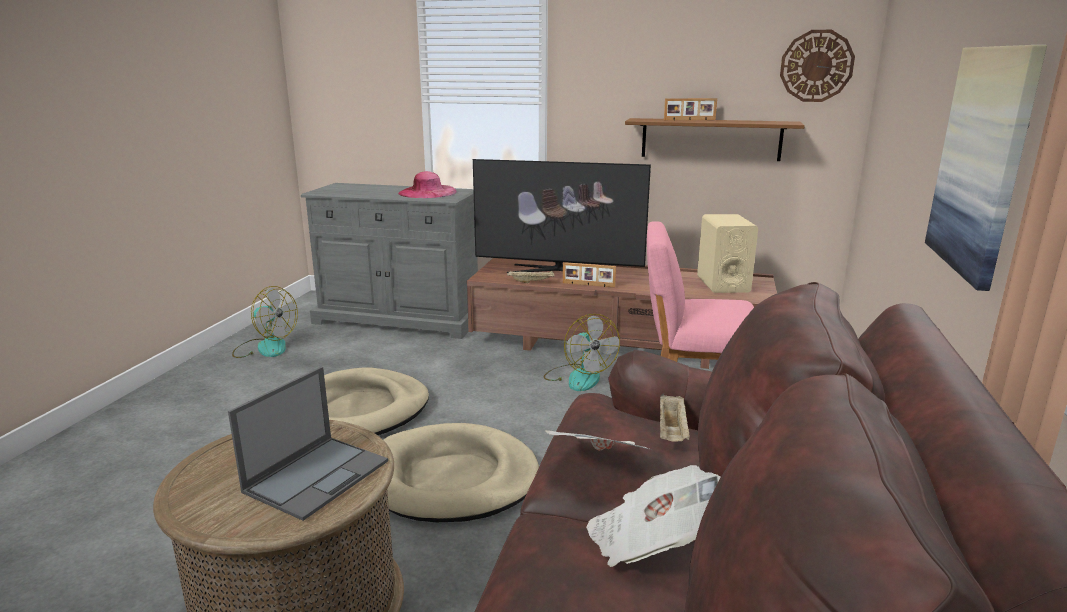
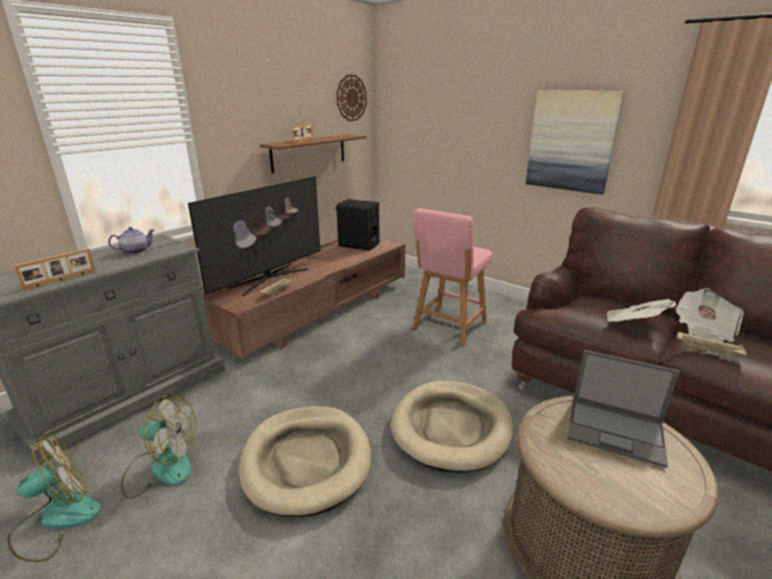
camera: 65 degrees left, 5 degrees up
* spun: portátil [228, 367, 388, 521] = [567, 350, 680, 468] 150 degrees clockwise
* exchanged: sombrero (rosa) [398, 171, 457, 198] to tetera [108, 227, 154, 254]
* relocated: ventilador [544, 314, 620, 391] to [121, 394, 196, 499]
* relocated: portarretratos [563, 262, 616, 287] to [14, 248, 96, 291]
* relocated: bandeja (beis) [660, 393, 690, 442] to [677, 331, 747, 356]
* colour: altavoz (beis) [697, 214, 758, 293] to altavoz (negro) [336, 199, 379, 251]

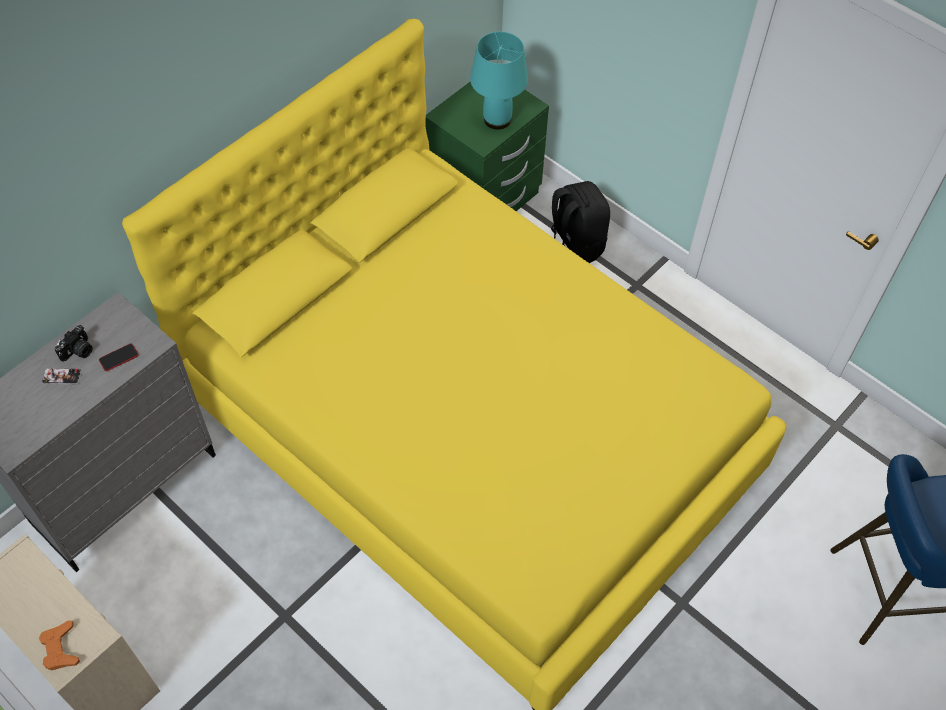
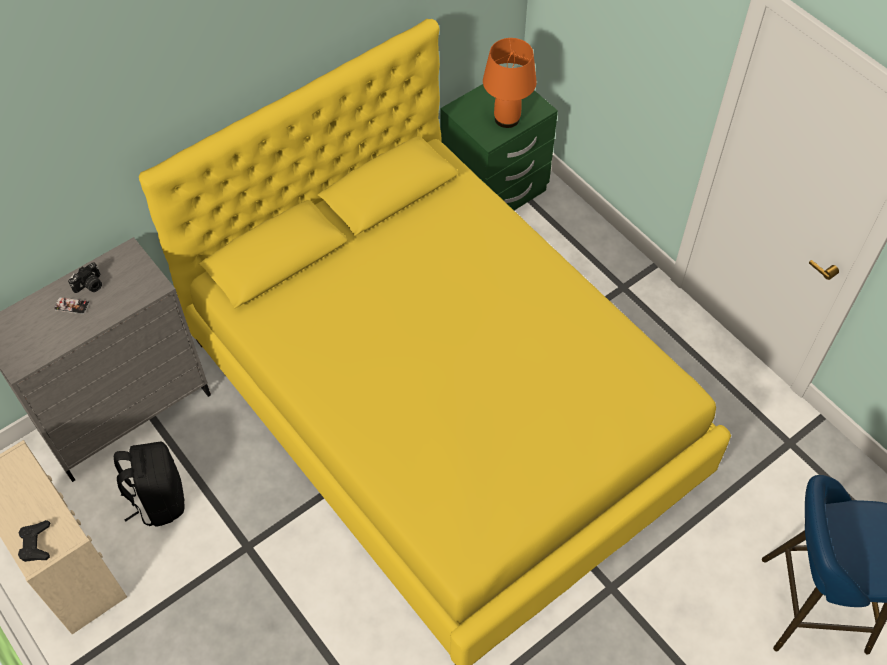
camera: 10 degrees right, 0 degrees up
* colour: mando de consola (naranja) [39, 621, 80, 671] to mando de consola (negro) [18, 520, 50, 562]
* missing: móvil [99, 343, 139, 371]
* colour: lámpara de mesa (turquesa) [470, 32, 528, 130] to lámpara de mesa (naranja) [483, 38, 537, 128]
* relocated: mochila (negro) [551, 181, 610, 263] to [114, 442, 185, 527]

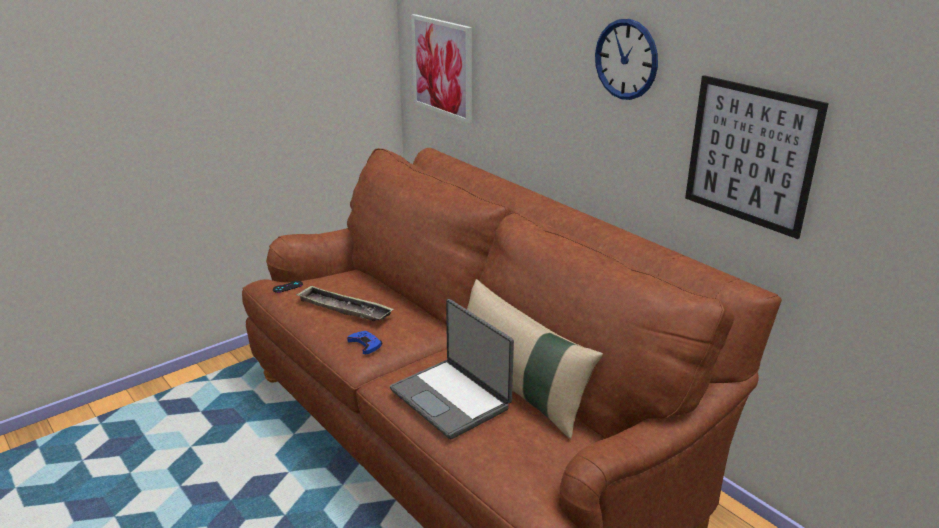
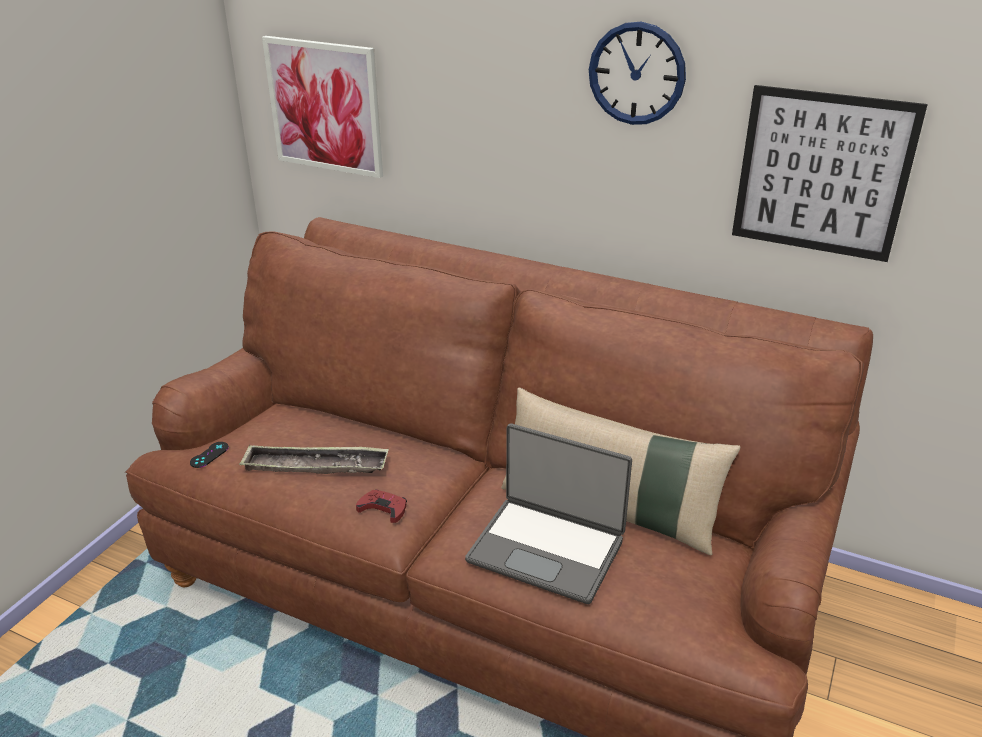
camera: 25 degrees left, 5 degrees up
* colour: mando de consola (azul) [347, 331, 382, 354] to mando de consola (rojo) [356, 490, 407, 523]

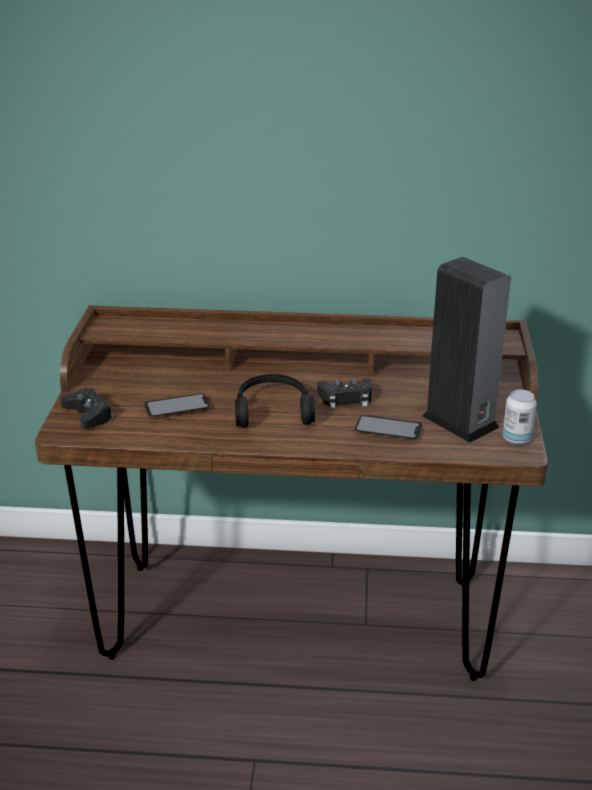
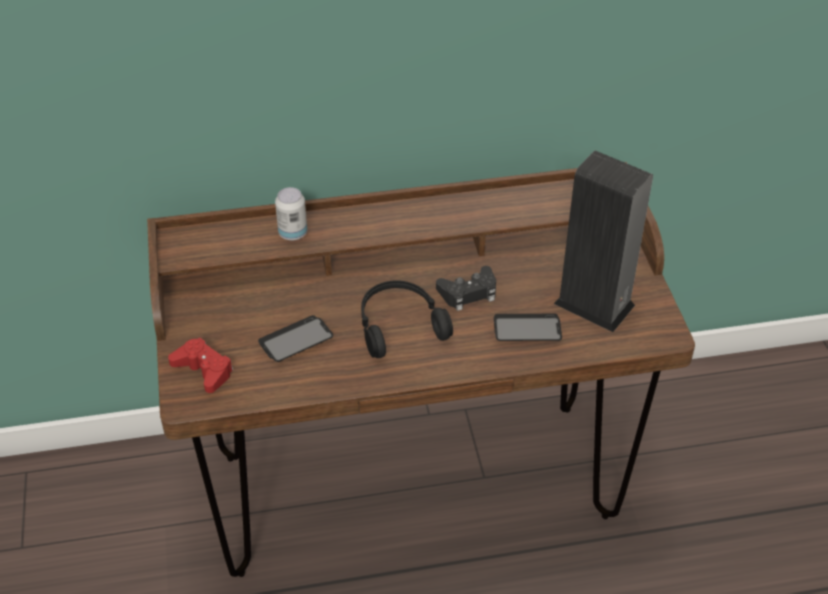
camera: 15 degrees left, 15 degrees up
* colour: mando de consola (negro) [61, 388, 113, 429] to mando de consola (rojo) [168, 338, 233, 393]
* relocated: lata [503, 389, 537, 445] to [275, 187, 307, 240]

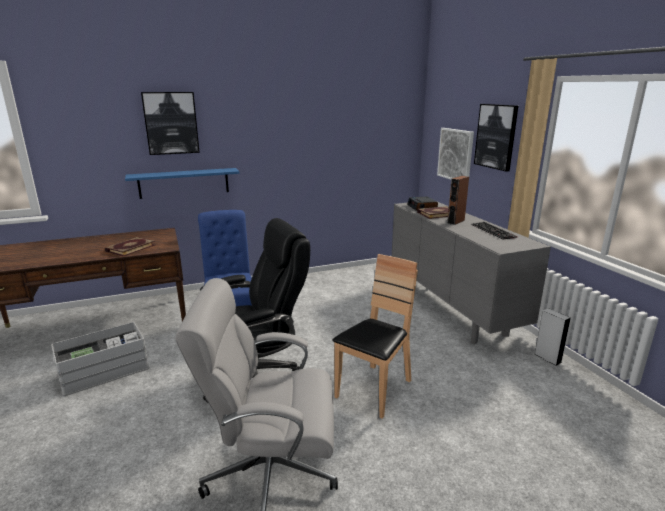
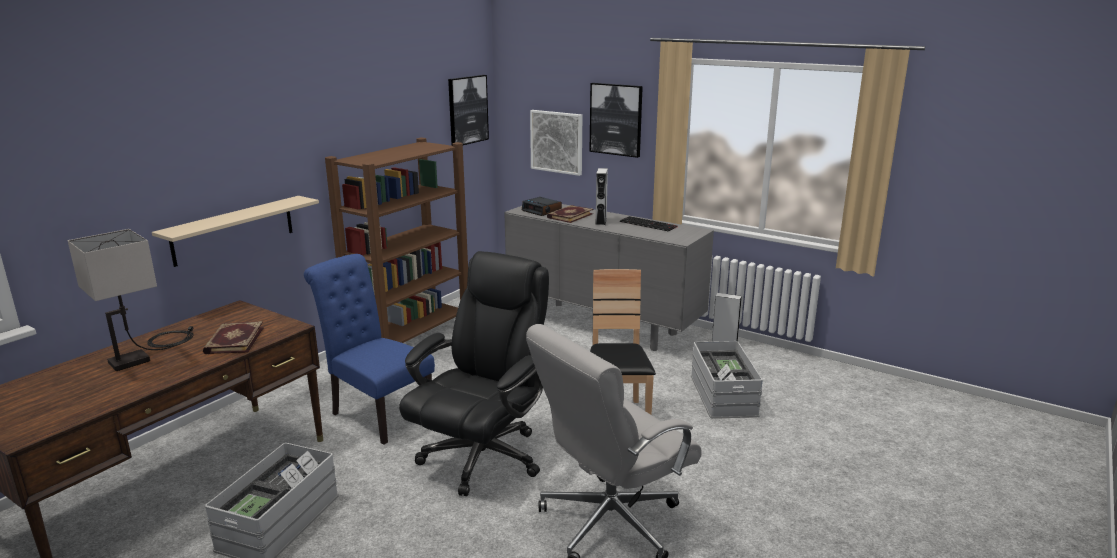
camera: 35 degrees left, 0 degrees up
* colour: estante (azul) [125, 168, 240, 199] to estante (beis) [152, 196, 319, 267]
* relocated: cuadro [141, 92, 200, 155] to [448, 75, 489, 146]
* colour: altavoz (marrón) [447, 176, 469, 225] to altavoz (gris) [595, 168, 608, 225]
* appeared: lámpara de mesa [68, 229, 194, 371]
* appeared: estantería (marrón) [325, 137, 468, 343]
* appeared: caja de almacenaje (gris) [691, 341, 763, 419]

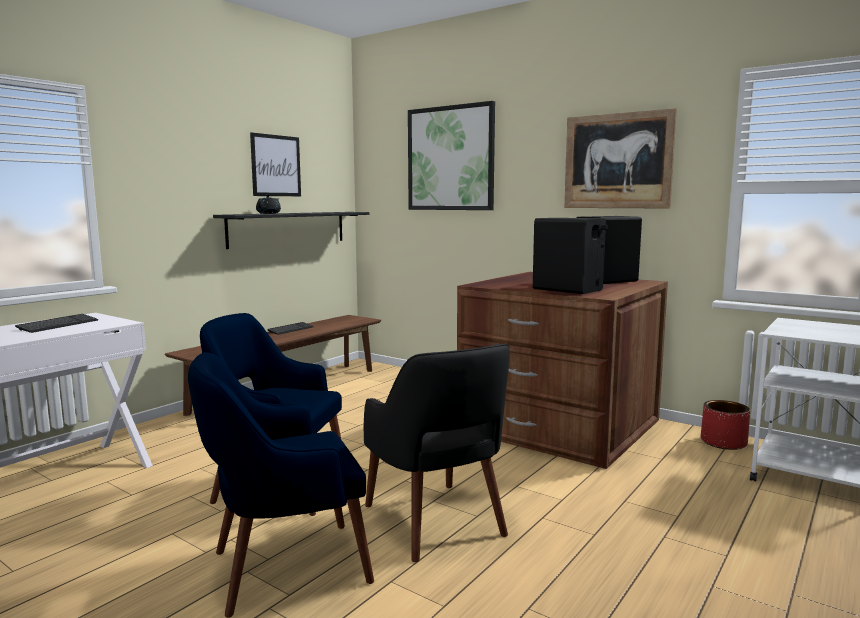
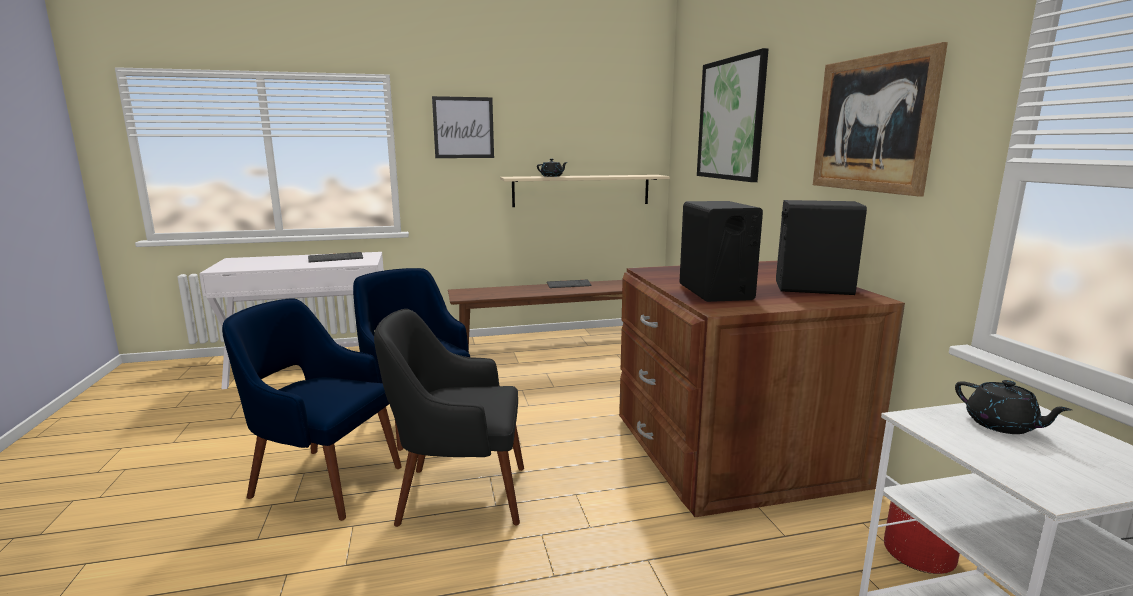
camera: 40 degrees right, 5 degrees up
* colour: estante (negro) [213, 212, 369, 249] to estante (beis) [500, 175, 670, 207]
* relocated: cuadro [250, 132, 301, 196] to [432, 96, 494, 158]
* spun: sillón (negro) [364, 344, 510, 562] = [374, 309, 524, 527] 75 degrees clockwise
* appeared: tetera (negro) [955, 380, 1072, 434]

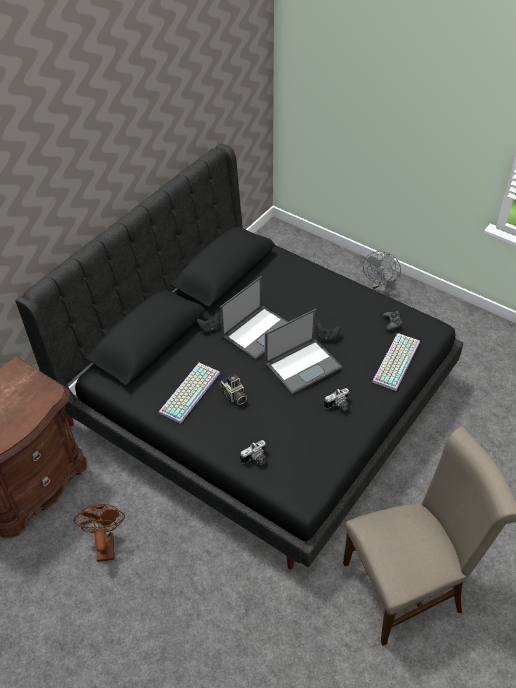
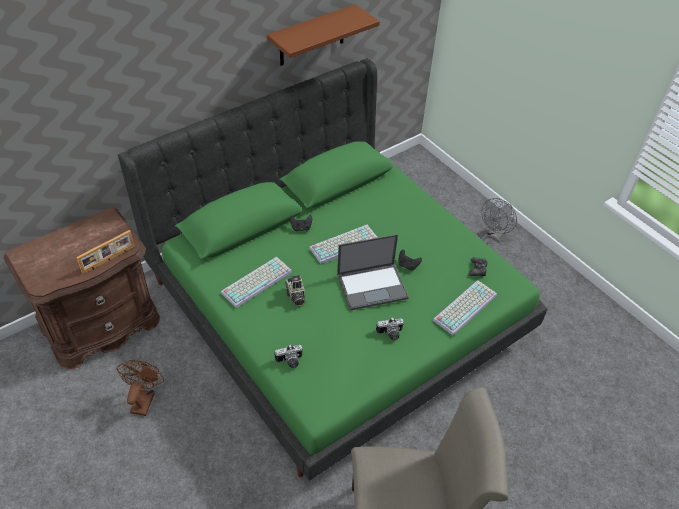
camera: 15 degrees right, 0 degrees up
* colour: cama (negro) [15, 143, 463, 570] to cama (verde) [118, 58, 548, 480]
* exchanged: portátil [220, 276, 288, 360] to teclado [309, 225, 378, 264]
* appeared: portarretratos [76, 230, 135, 274]
* appeared: estante (marrón) [267, 4, 380, 66]

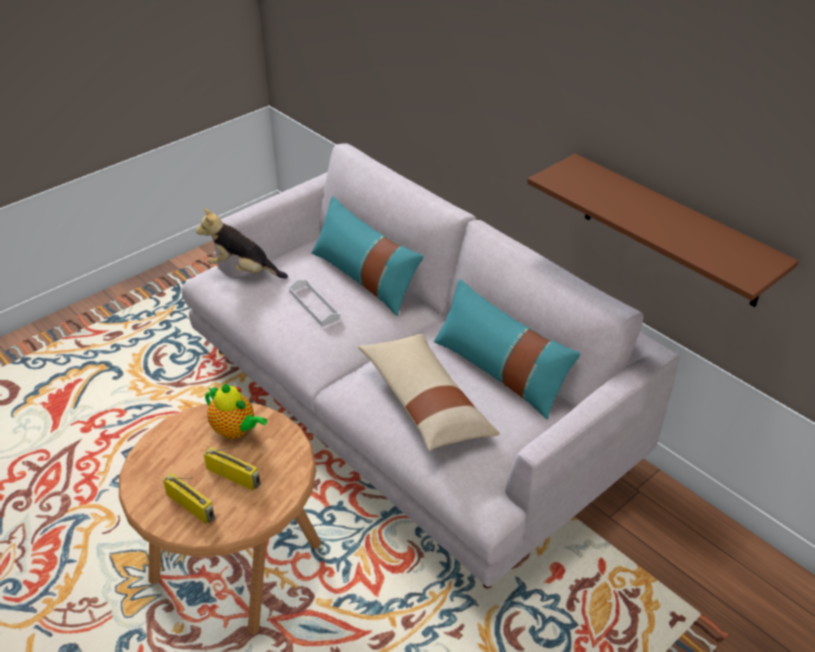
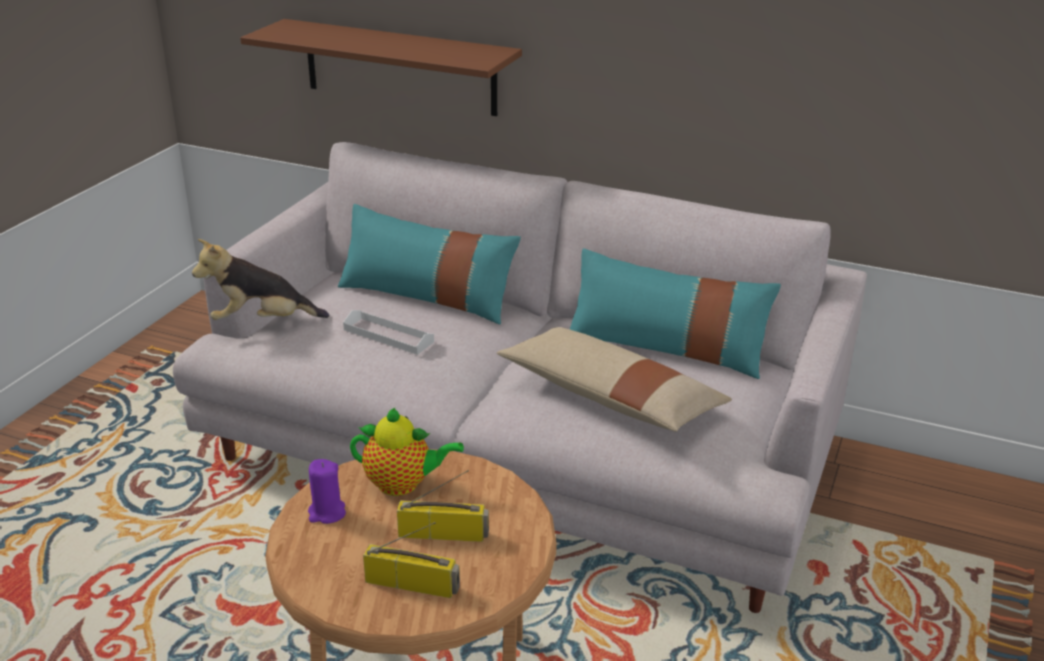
camera: 25 degrees left, 10 degrees down
* relocated: estante (marrón) [527, 154, 799, 307] to [240, 19, 522, 116]
* appeared: vela (morado) [308, 459, 346, 524]

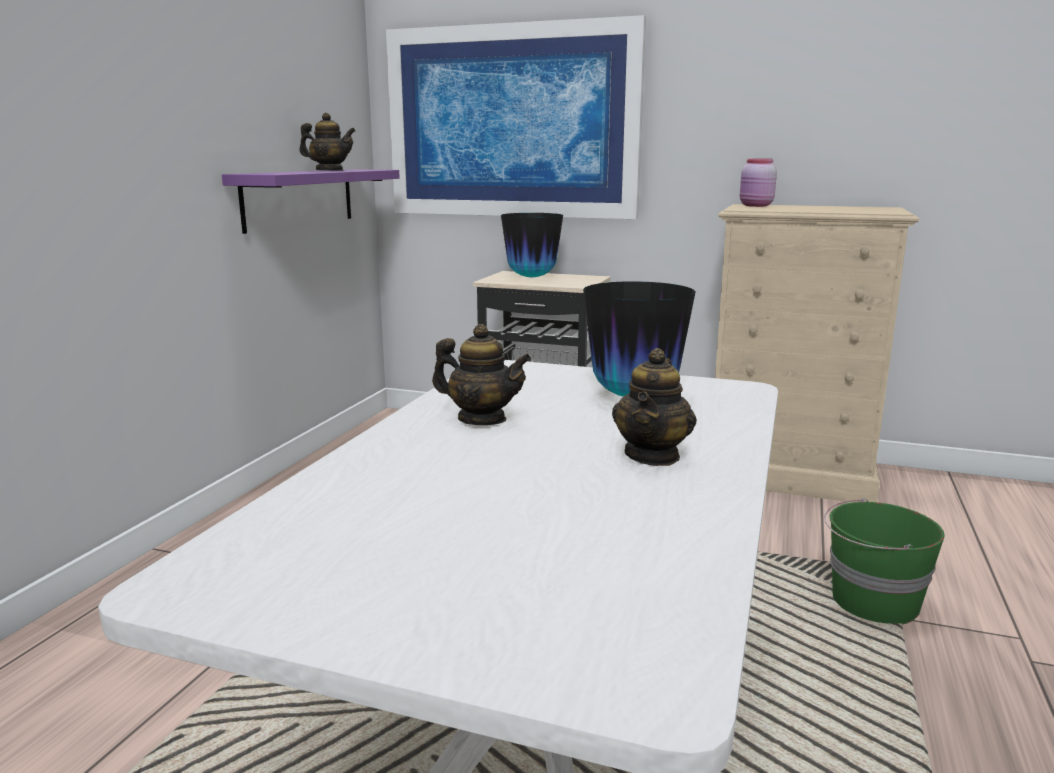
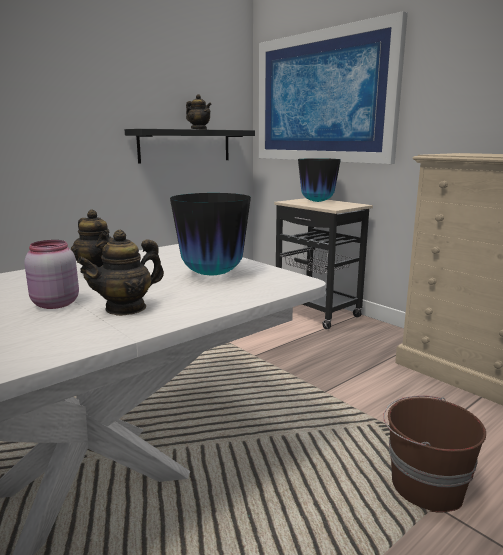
camera: 30 degrees right, 0 degrees up
* colour: estante (morado) [222, 169, 400, 234] to estante (negro) [125, 129, 255, 164]
* relocated: tarro (rosa) [740, 159, 777, 207] to [24, 240, 79, 309]
* colour: cubo (verde) [824, 498, 945, 625] to cubo (marrón) [383, 396, 486, 512]

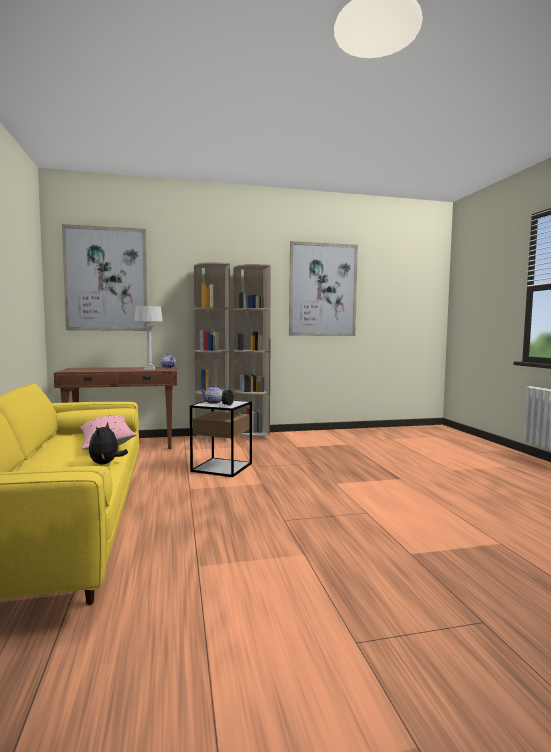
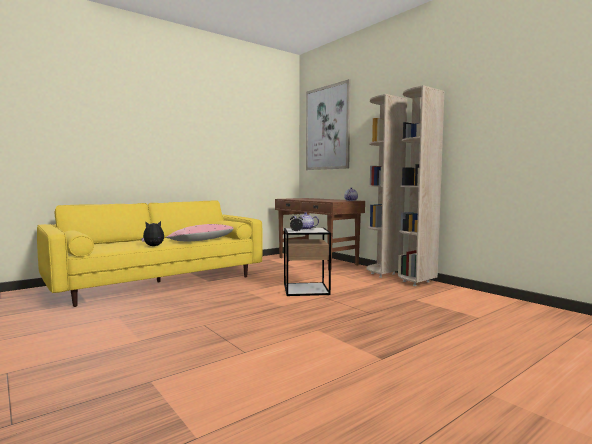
camera: 65 degrees right, 0 degrees up
* missing: lámpara de mesa (gris) [135, 306, 163, 370]
* missing: cuadro [289, 241, 358, 336]

